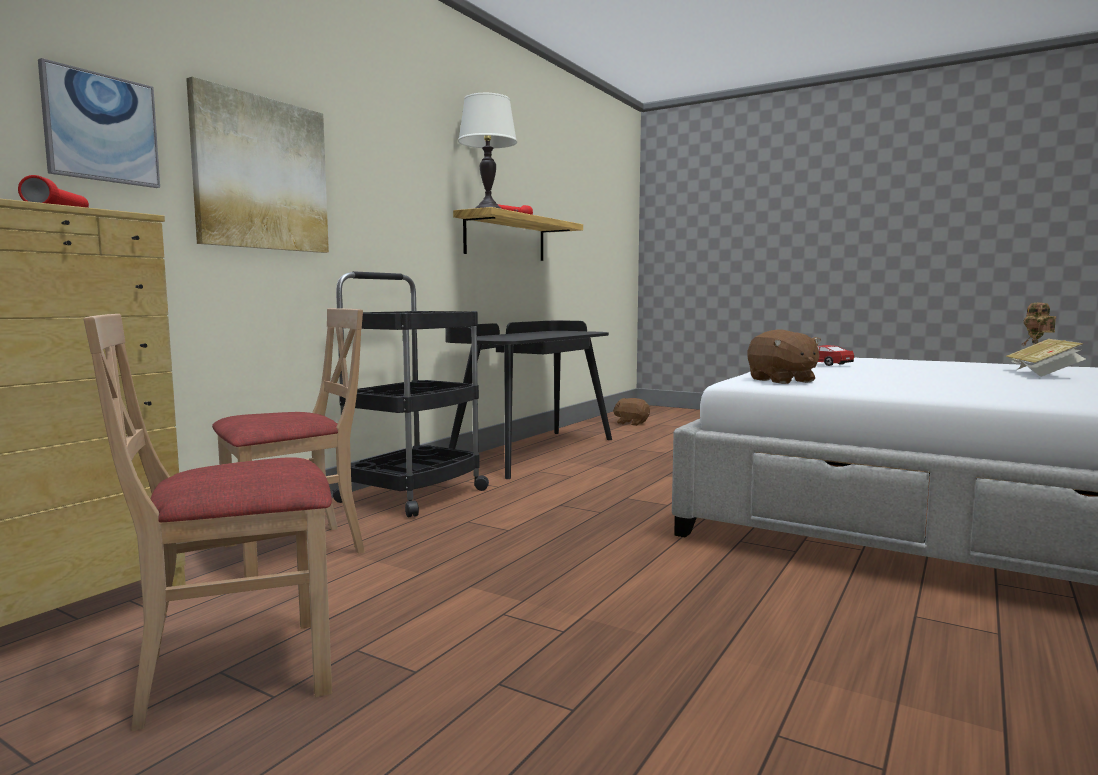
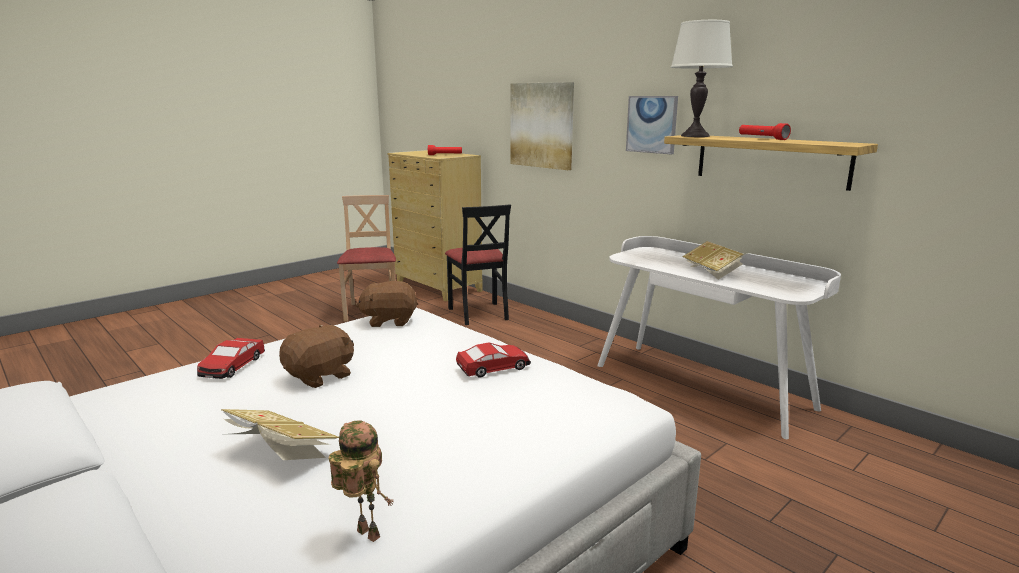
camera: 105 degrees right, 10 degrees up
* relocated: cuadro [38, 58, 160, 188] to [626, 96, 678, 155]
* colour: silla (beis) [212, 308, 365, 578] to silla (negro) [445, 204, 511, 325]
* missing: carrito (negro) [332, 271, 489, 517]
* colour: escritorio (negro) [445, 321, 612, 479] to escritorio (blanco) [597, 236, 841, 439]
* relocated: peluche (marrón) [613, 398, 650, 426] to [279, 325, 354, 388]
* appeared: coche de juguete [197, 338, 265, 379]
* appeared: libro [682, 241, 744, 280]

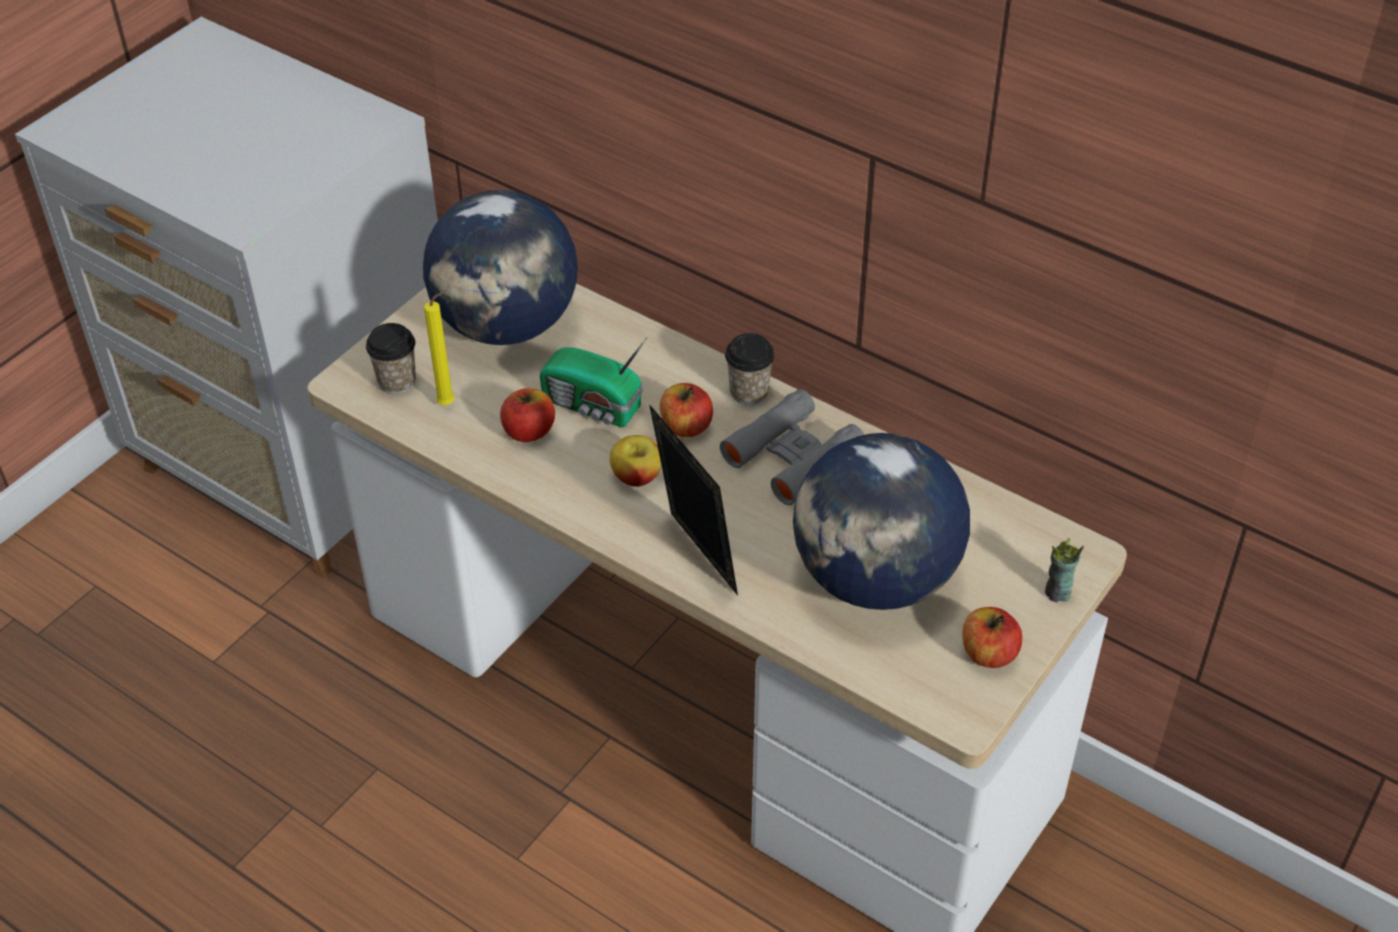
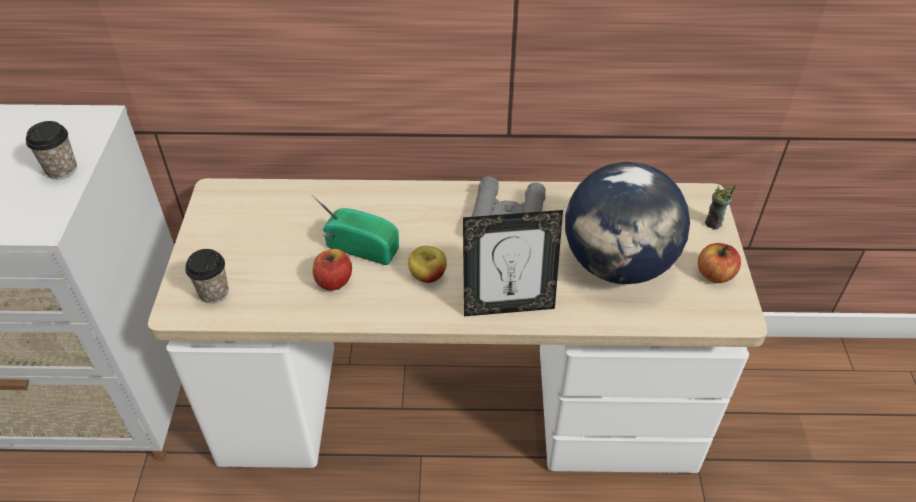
camera: 35 degrees left, 0 degrees up
* missing: globo terráqueo [423, 190, 578, 345]
* missing: vela (amarillo) [424, 290, 454, 405]
* spun: radio [540, 338, 647, 427] = [312, 195, 399, 265] 150 degrees counterclockwise
* spun: portarretratos [649, 404, 738, 595] = [463, 210, 563, 316] 150 degrees clockwise
* missing: manzana [660, 383, 713, 437]
* relocated: taza [725, 333, 775, 405] to [26, 121, 77, 179]

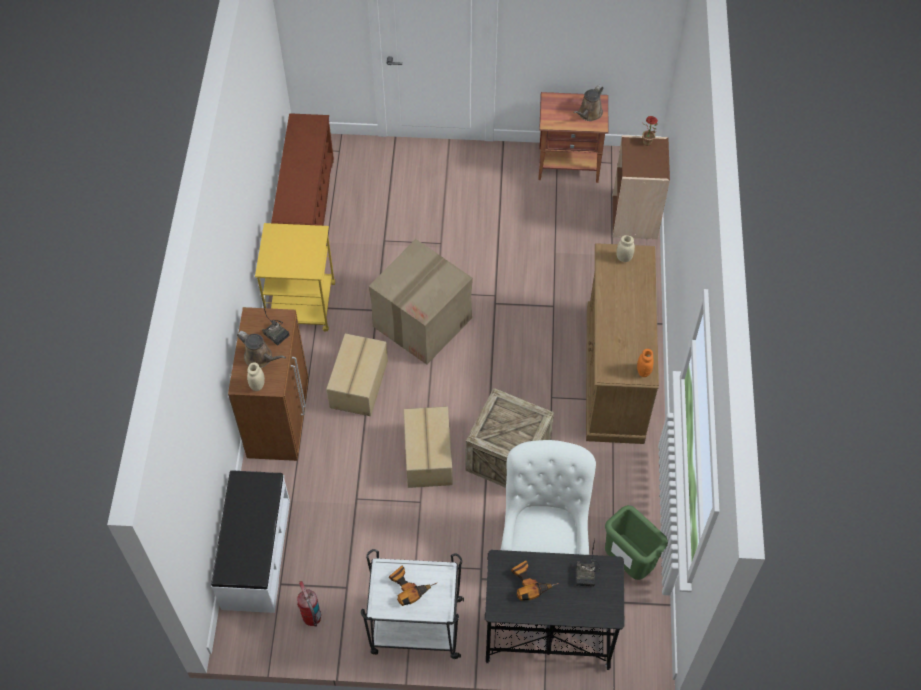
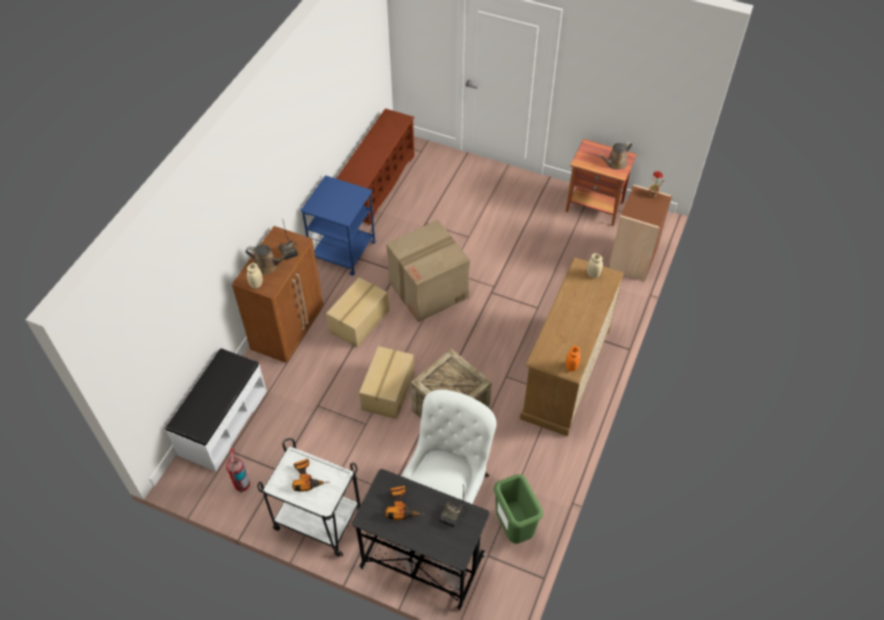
camera: 20 degrees right, 5 degrees down
* spun: regadera (marrón) [237, 331, 286, 368] = [245, 245, 295, 274] 45 degrees counterclockwise
* colour: carrito (amarillo) [255, 223, 335, 332] to carrito (azul) [300, 175, 376, 276]

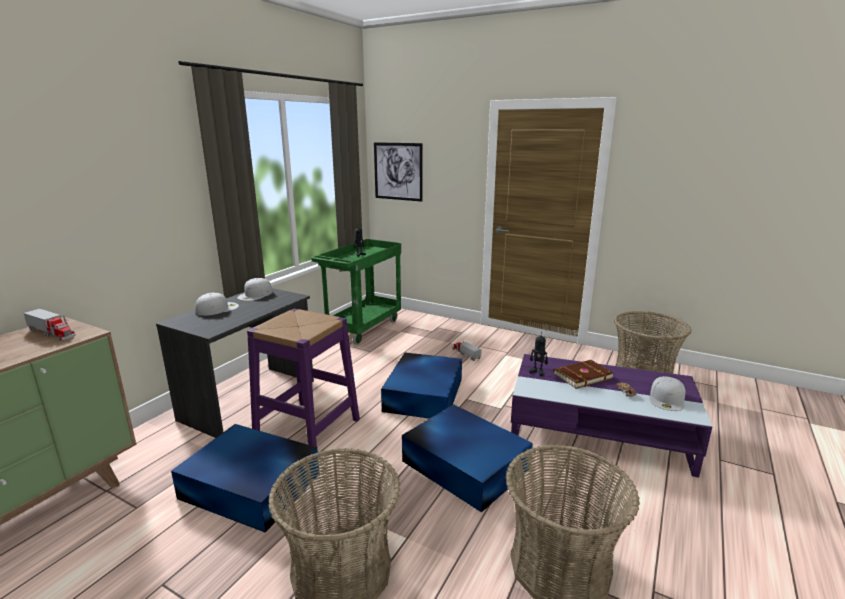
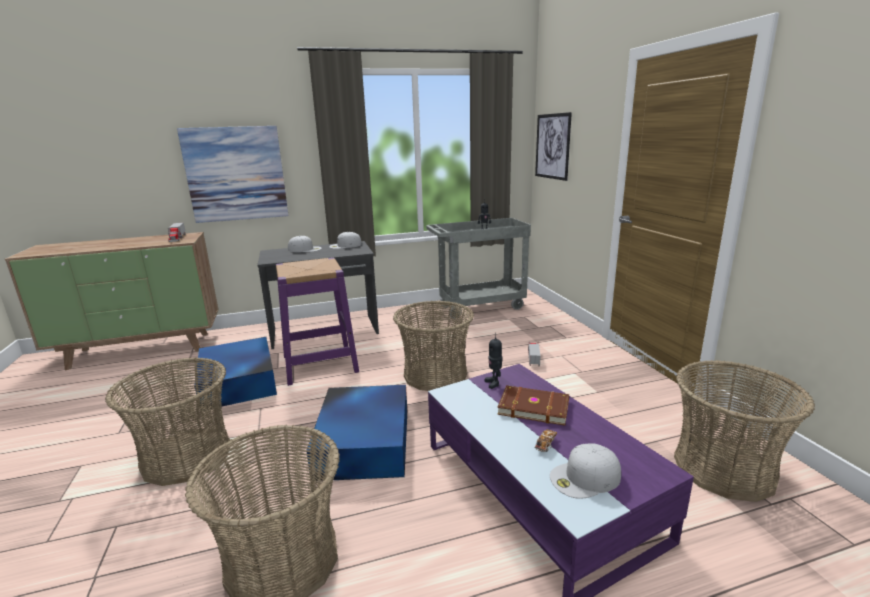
camera: 45 degrees right, 0 degrees up
* colour: carrito (verde) [311, 239, 401, 345] to carrito (gris) [426, 218, 531, 319]
* exchanged: caja de almacenaje (azul) [381, 352, 462, 419] to cesta [393, 301, 474, 391]
* appeared: cuadro [177, 126, 289, 223]

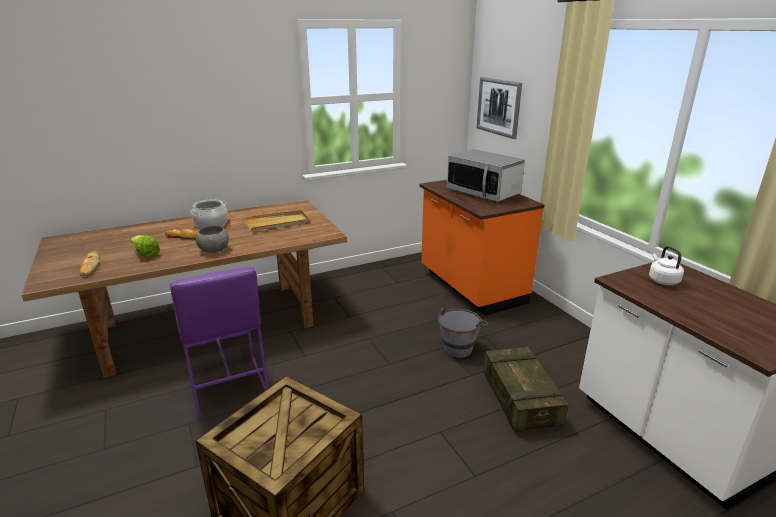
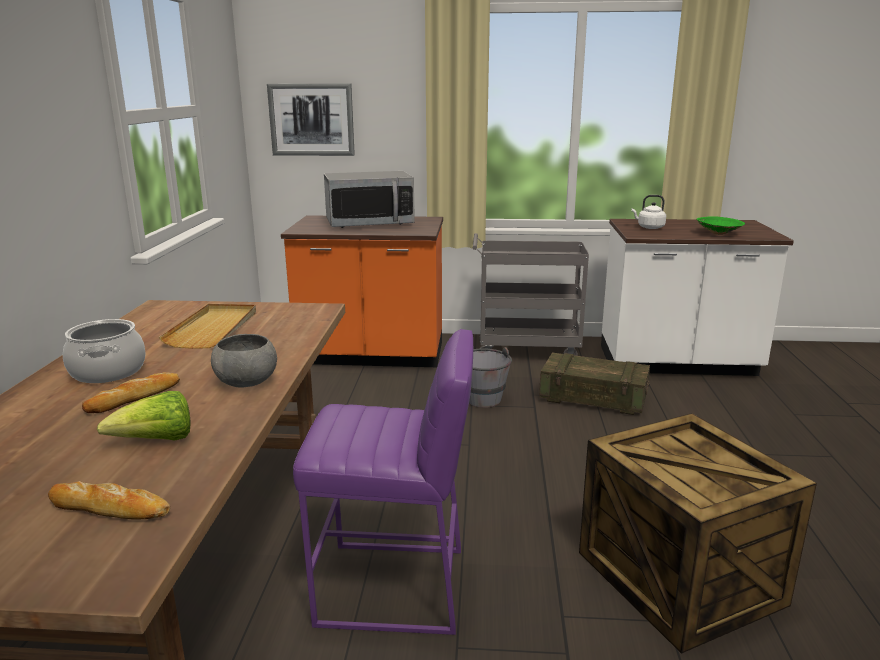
camera: 60 degrees left, 5 degrees down
* appeared: carrito (gris) [473, 233, 589, 356]
* appeared: cuenco (verde) [697, 216, 745, 235]

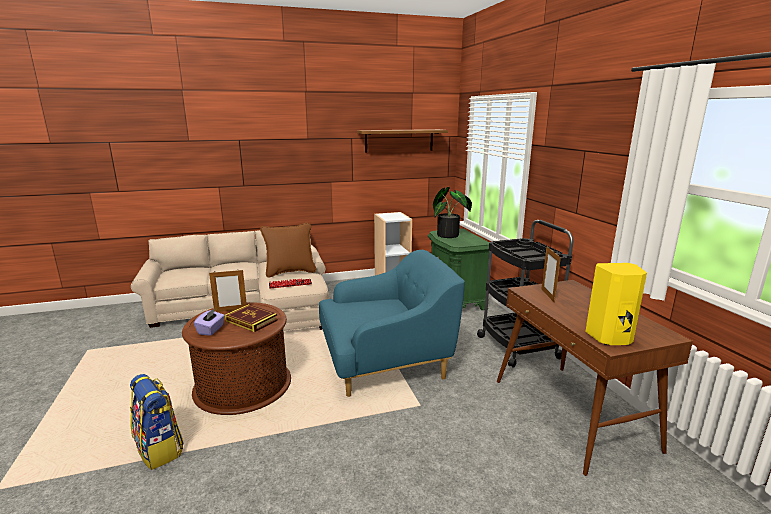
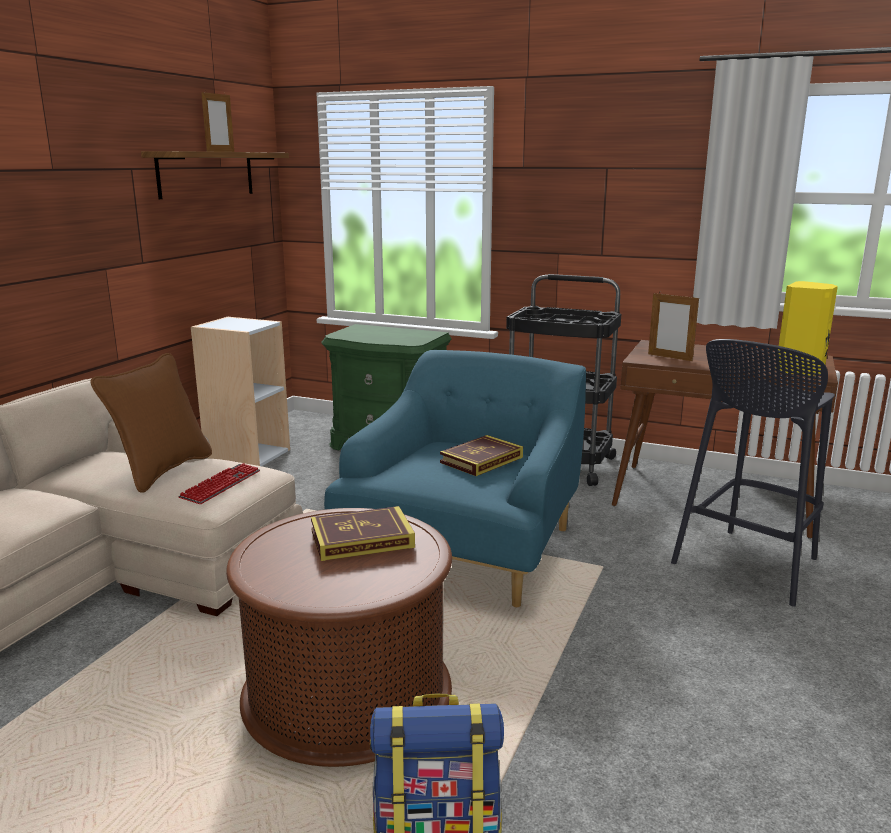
camera: 50 degrees left, 0 degrees up
* missing: caja de pañuelos (morado) [194, 308, 225, 336]
* relocated: portarretratos [209, 270, 247, 312] to [201, 92, 234, 152]
* missing: planta en maceta [433, 187, 472, 238]
* appeared: libro [440, 435, 523, 476]
* appeared: taburete (gris) [671, 339, 835, 607]

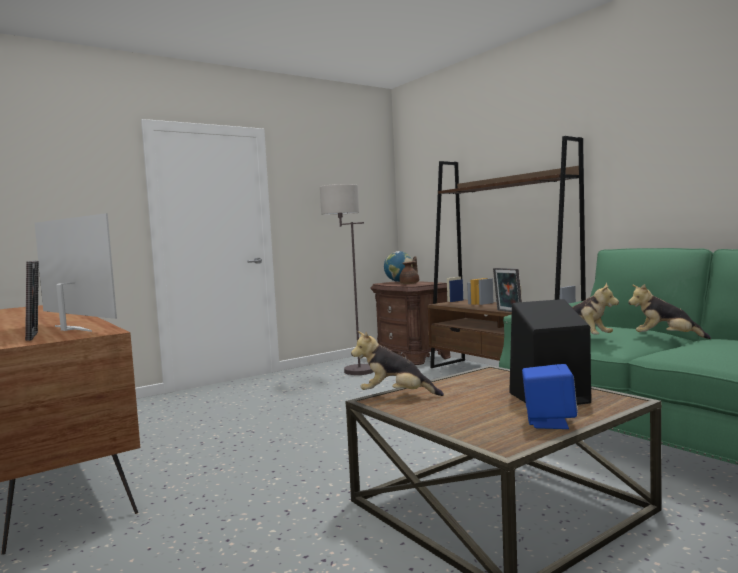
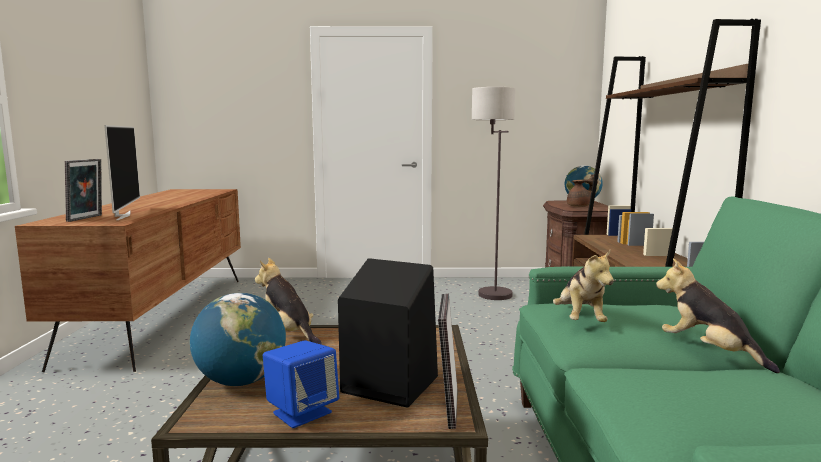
camera: 35 degrees right, 5 degrees up
* relocated: portarretratos [493, 268, 522, 312] to [438, 293, 458, 429]
* appeared: globo terráqueo [190, 293, 286, 386]

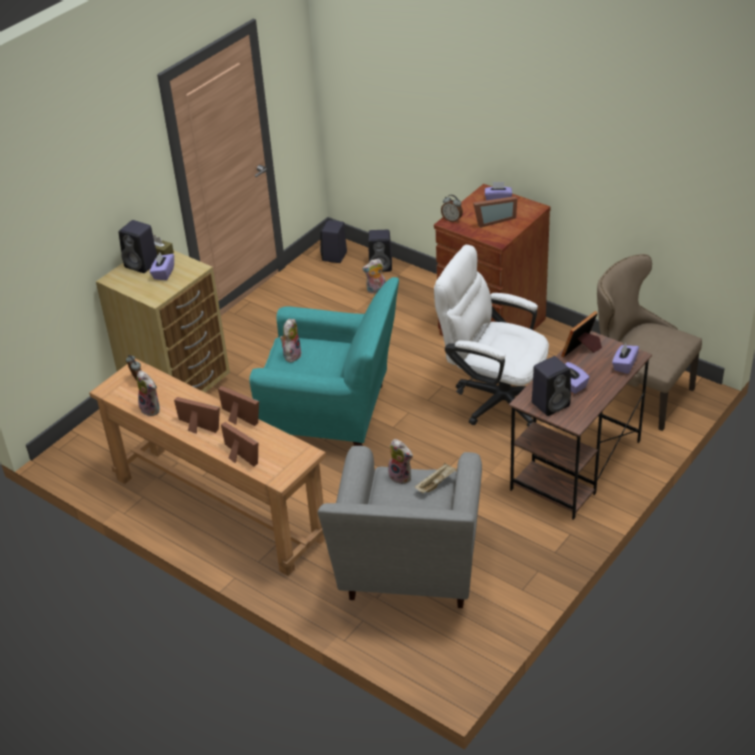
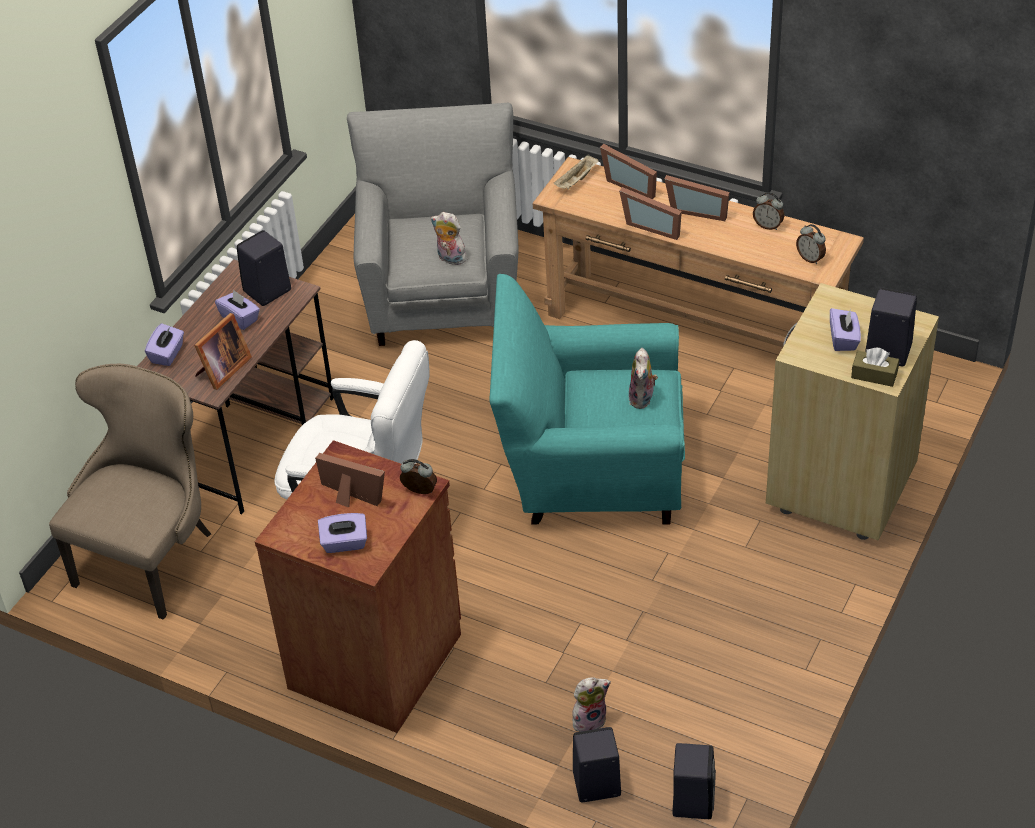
camera: 170 degrees right, 5 degrees up
* exchanged: peluche [137, 370, 160, 417] to despertador [753, 192, 784, 230]
* relocated: bandeja (beis) [415, 463, 457, 494] to [554, 154, 599, 189]
* spun: portarretratos [473, 196, 517, 228] = [315, 453, 385, 508] 60 degrees clockwise
* spun: silla (beis) [597, 254, 702, 431] = [49, 364, 211, 620] 90 degrees counterclockwise

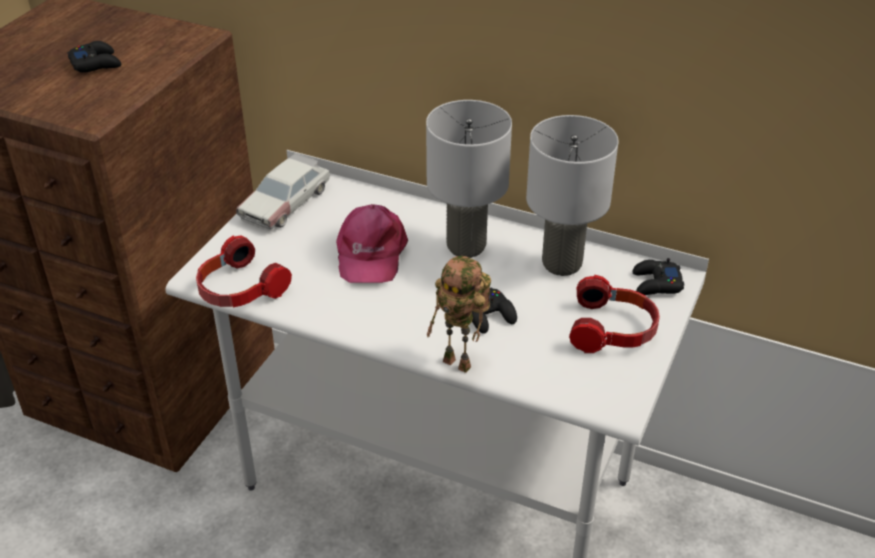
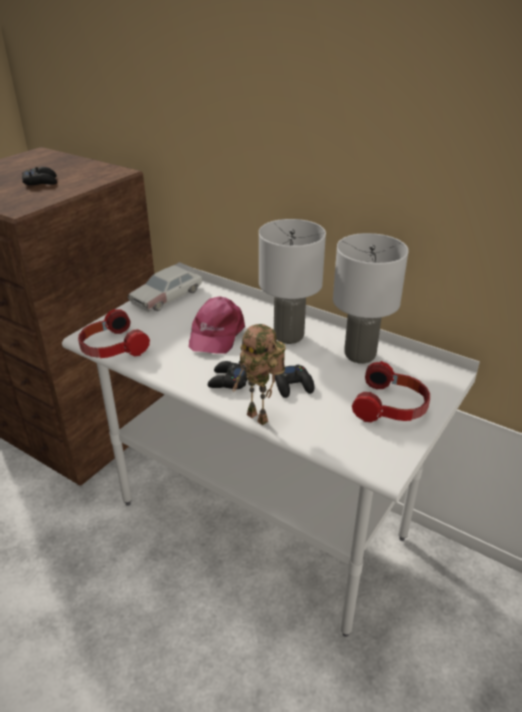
camera: 10 degrees right, 5 degrees down
* relocated: mando de consola (negro) [632, 258, 684, 295] to [208, 361, 247, 389]

